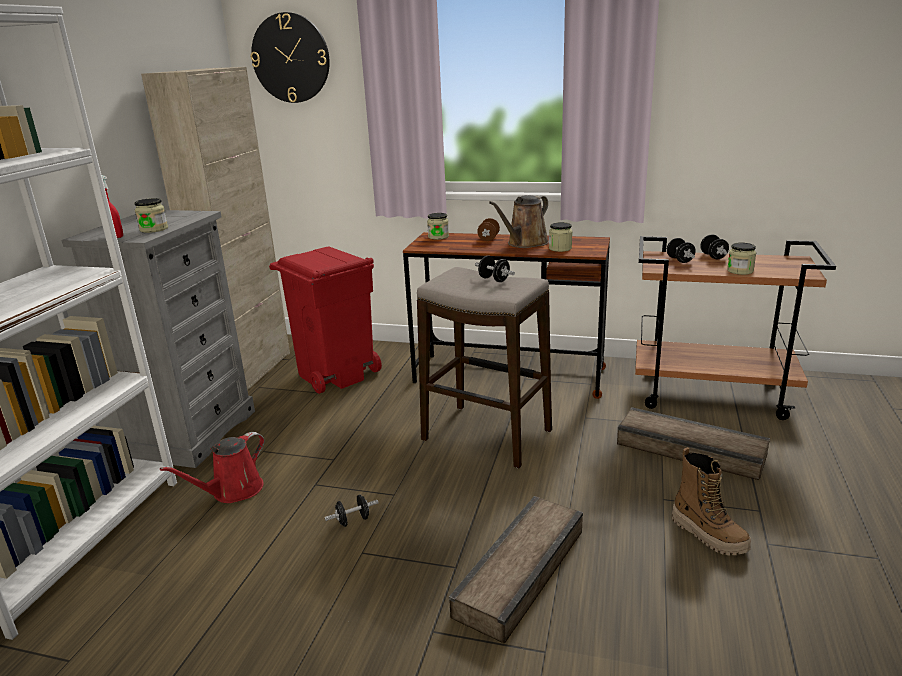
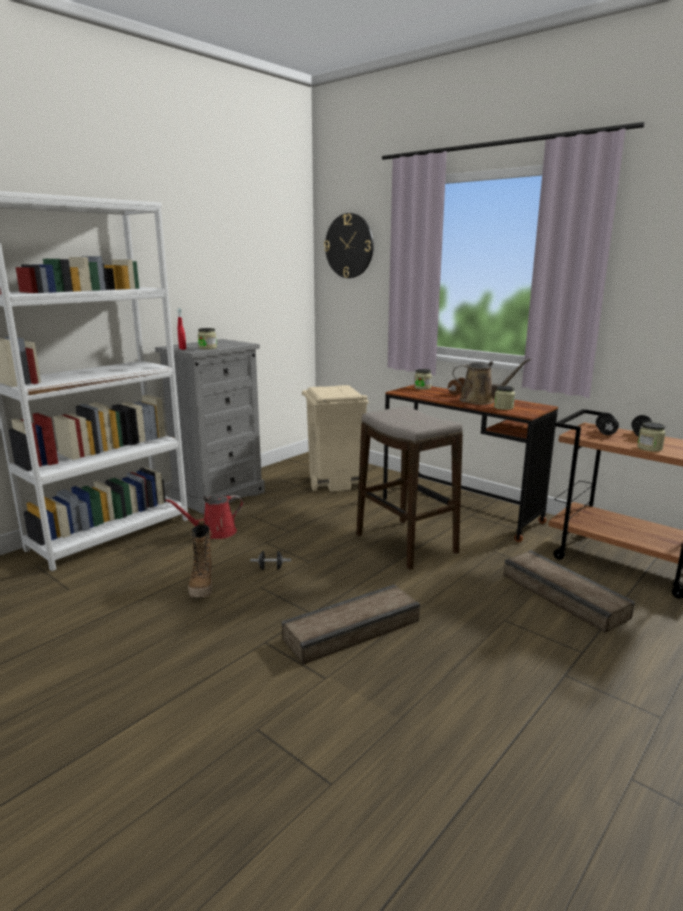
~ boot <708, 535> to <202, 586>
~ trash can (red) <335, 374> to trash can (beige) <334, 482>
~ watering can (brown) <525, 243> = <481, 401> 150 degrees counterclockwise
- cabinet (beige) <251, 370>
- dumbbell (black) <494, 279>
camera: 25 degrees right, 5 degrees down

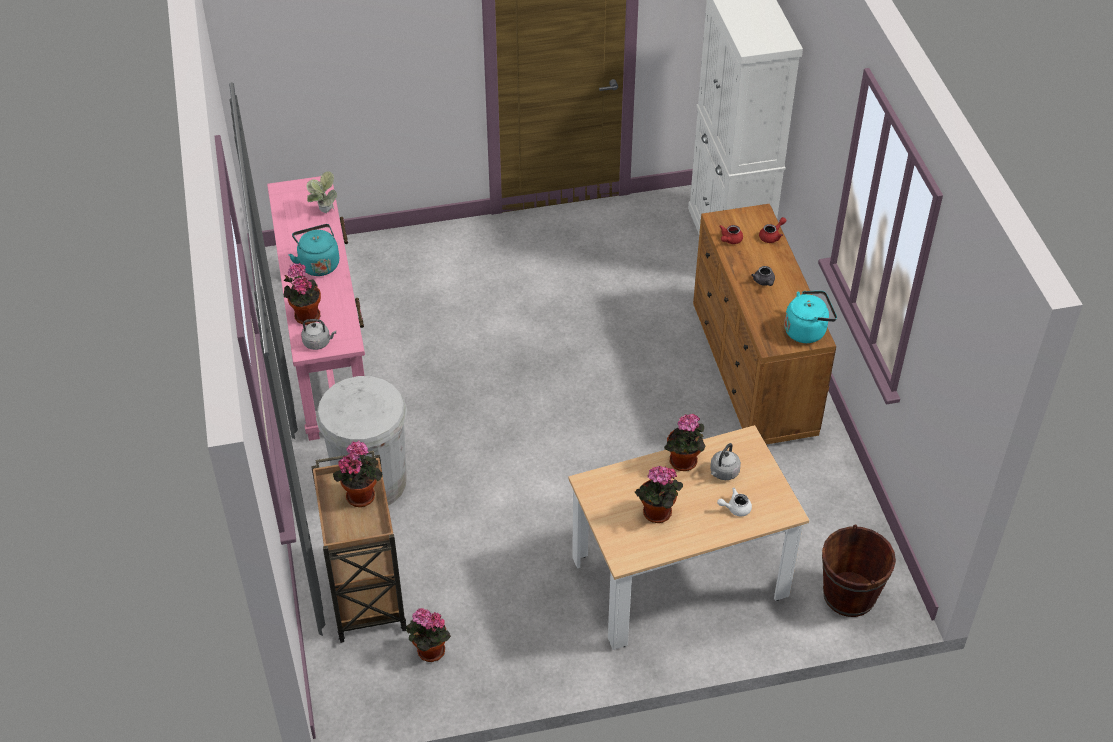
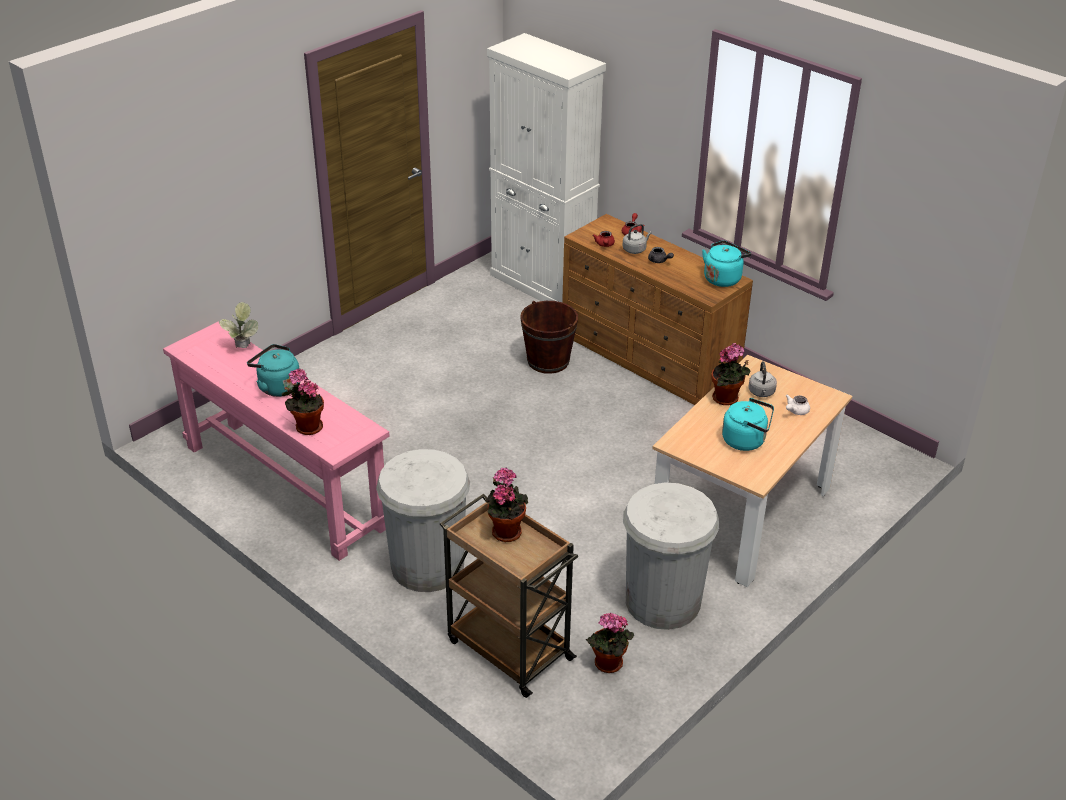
~ bucket (brown) <849, 595> to <548, 361>
~ kettle (grey) <318, 342> to <635, 249>
+ trash can (white) <663, 601>
~ potted plant <656, 515> to kettle (turquoise) <746, 440>
camera: 35 degrees left, 10 degrees down

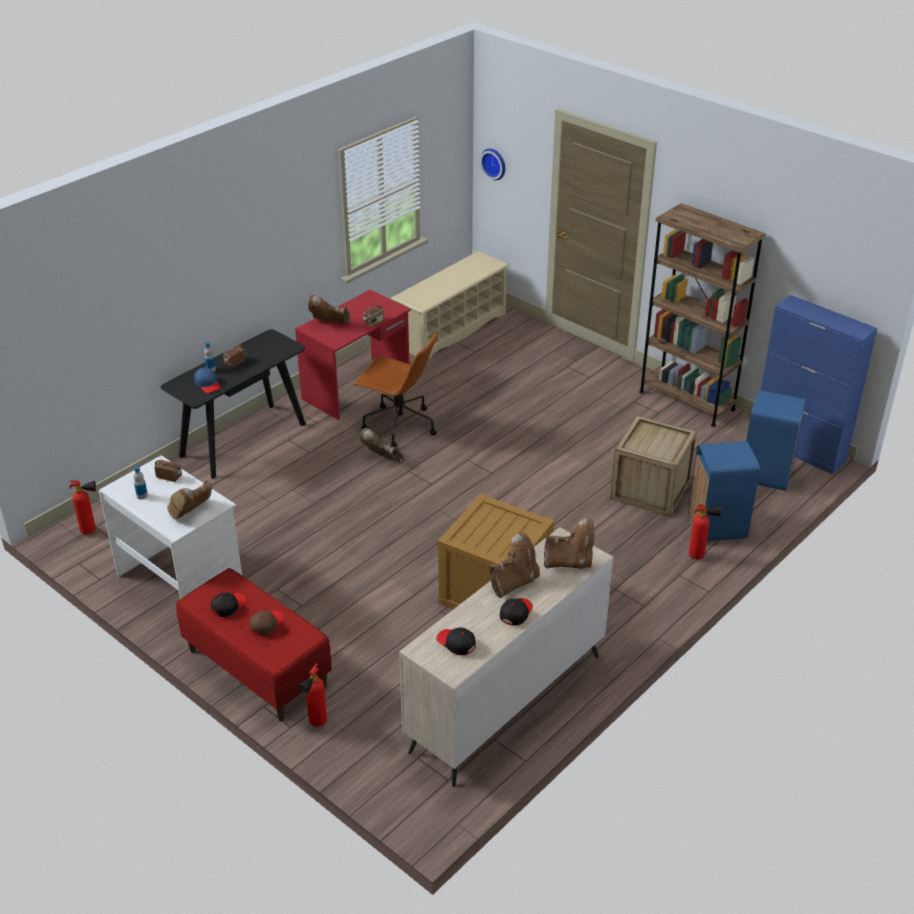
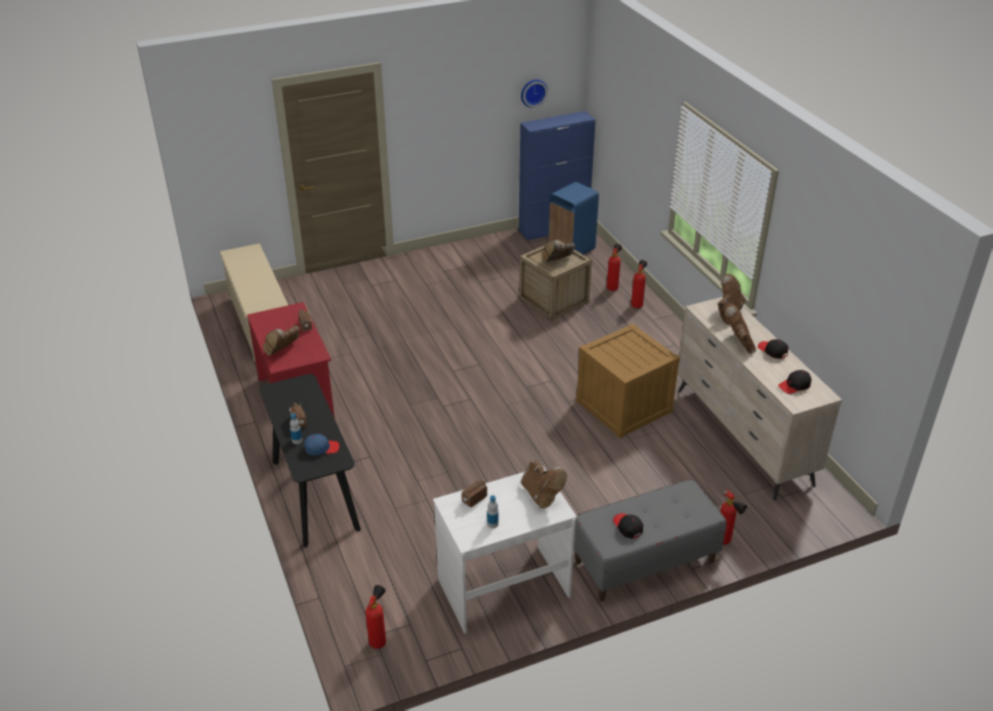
~ wall clock <494, 163> to <533, 92>
~ boot (brown) <382, 458> to <557, 262>
~ bench (red) <256, 668> to bench (grey) <644, 562>
~ trash can (blue) <717, 527> to fire extinguisher <612, 287>
- cap (brown) <266, 624>
- office chair (brown) <398, 426>
- bookcase (brown) <686, 401>
camera: 65 degrees left, 0 degrees up

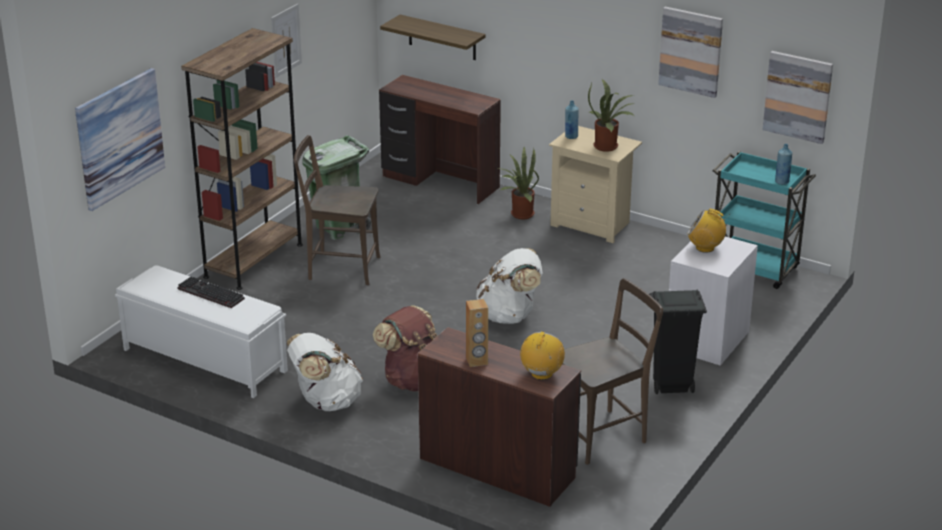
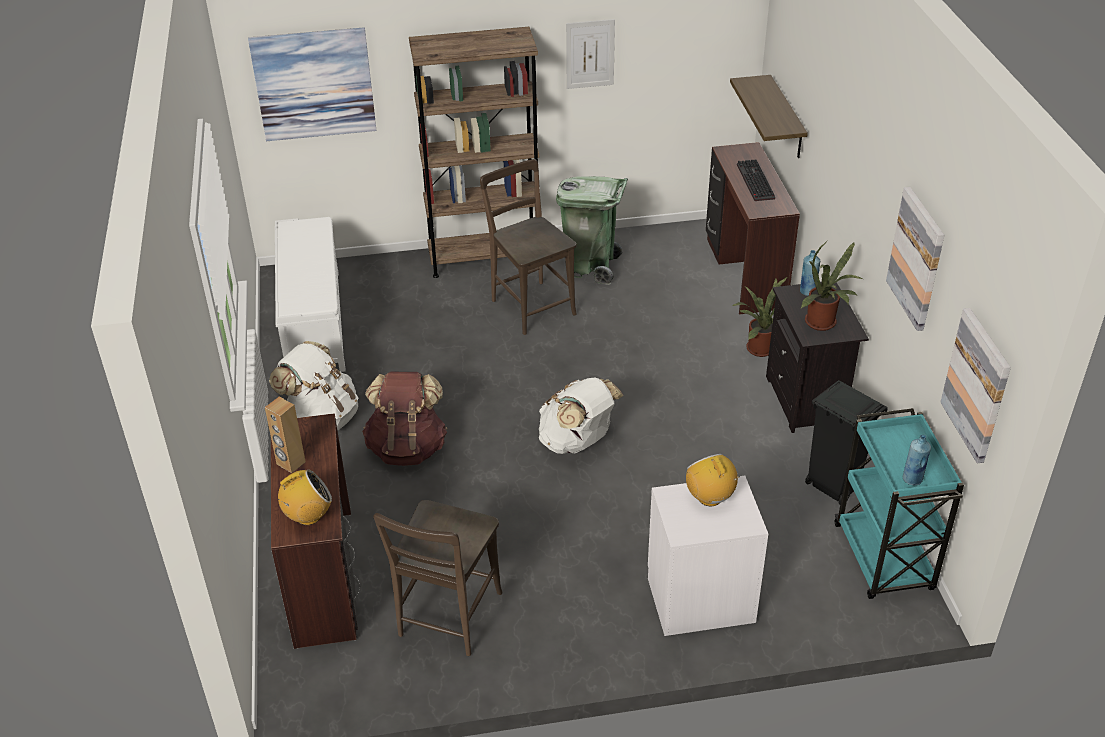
~ chair (brown) <603, 435> = <447, 618> 90 degrees clockwise
~ keyboard <209, 294> to <753, 181>
~ nightstand (beige) <593, 224> to nightstand (black) <807, 401>
~ trash can (black) <671, 386> to <832, 486>
camera: 50 degrees right, 10 degrees up

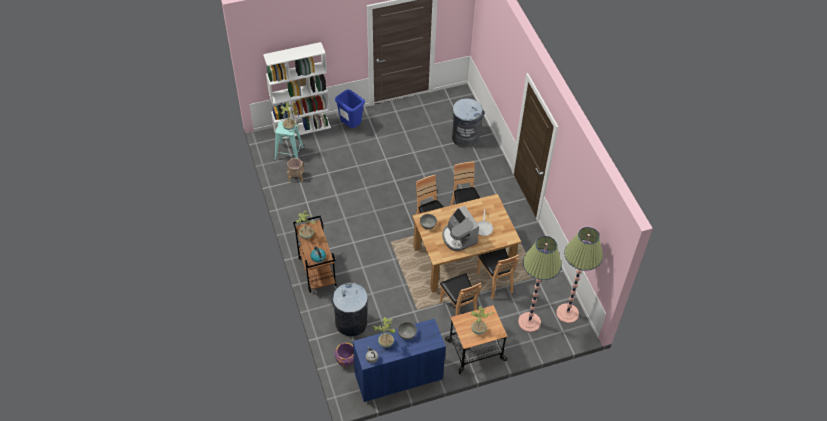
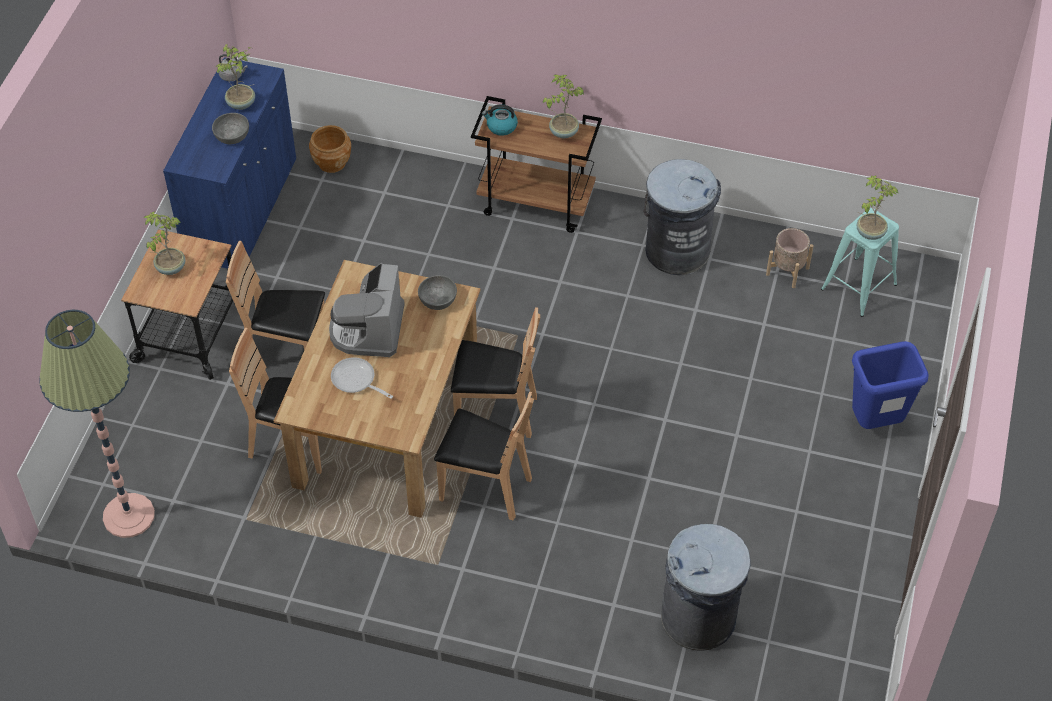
~ planter (purple) <346, 360> to planter (brown) <331, 162>
~ coffee machine <459, 237> = <368, 329> 90 degrees counterclockwise
~ trash can (grey) <351, 323> to <677, 250>
- bookcase (white) <302, 128>
- floor lamp <529, 322>
camera: 125 degrees right, 0 degrees up

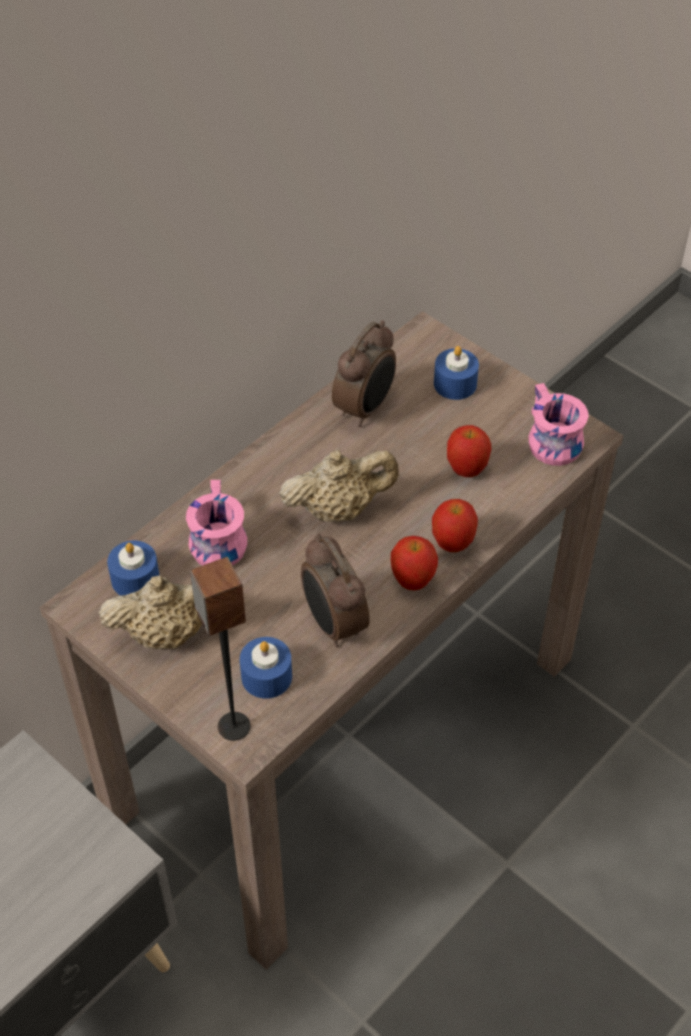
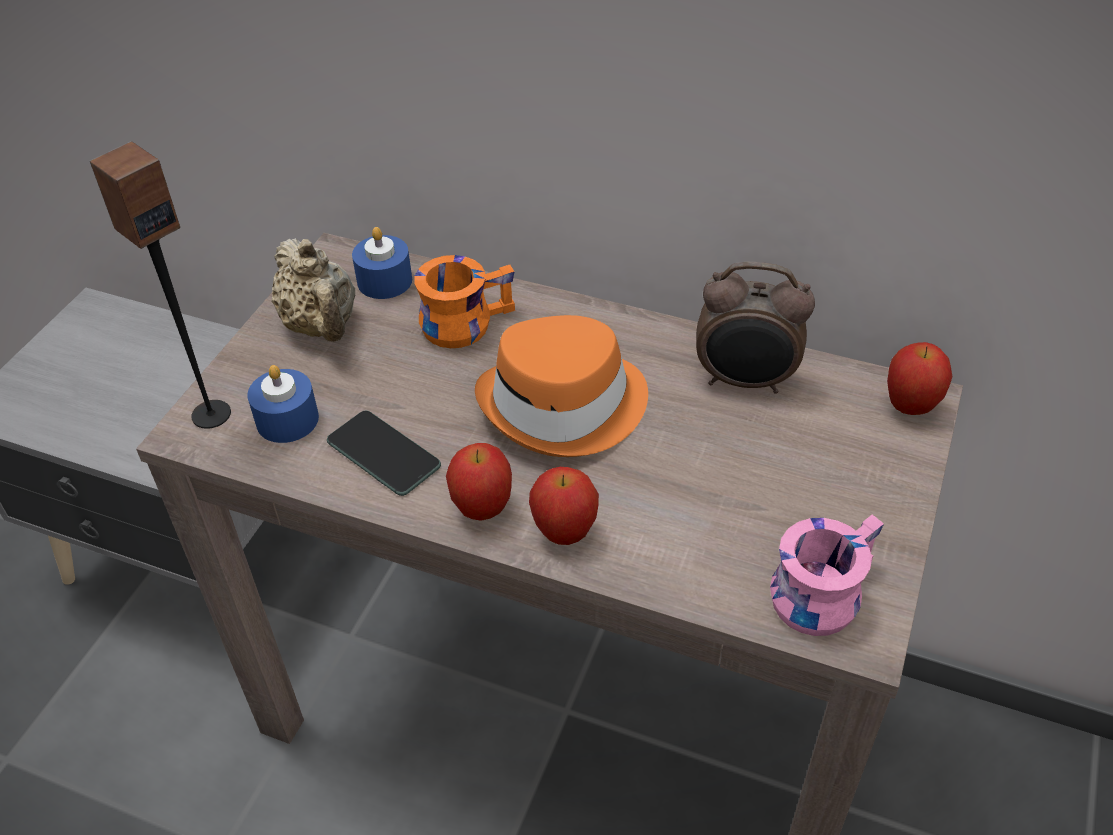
~ alarm clock <333, 624> to phone <383, 454>
~ mug (pink) <214, 540> to mug (orange) <464, 320>
~ teapot (beige) <339, 509> to hat (orange) <565, 406>
~ apple <466, 470> to <910, 407>
- candle (blue) <455, 384>
camera: 70 degrees right, 5 degrees down

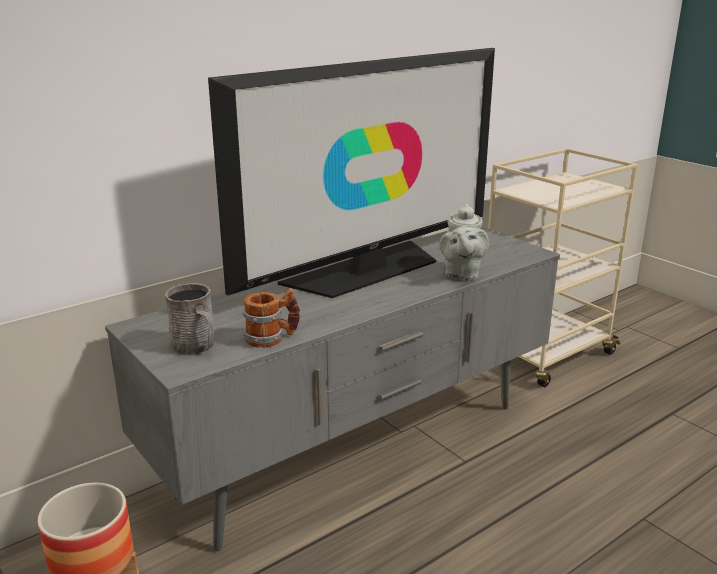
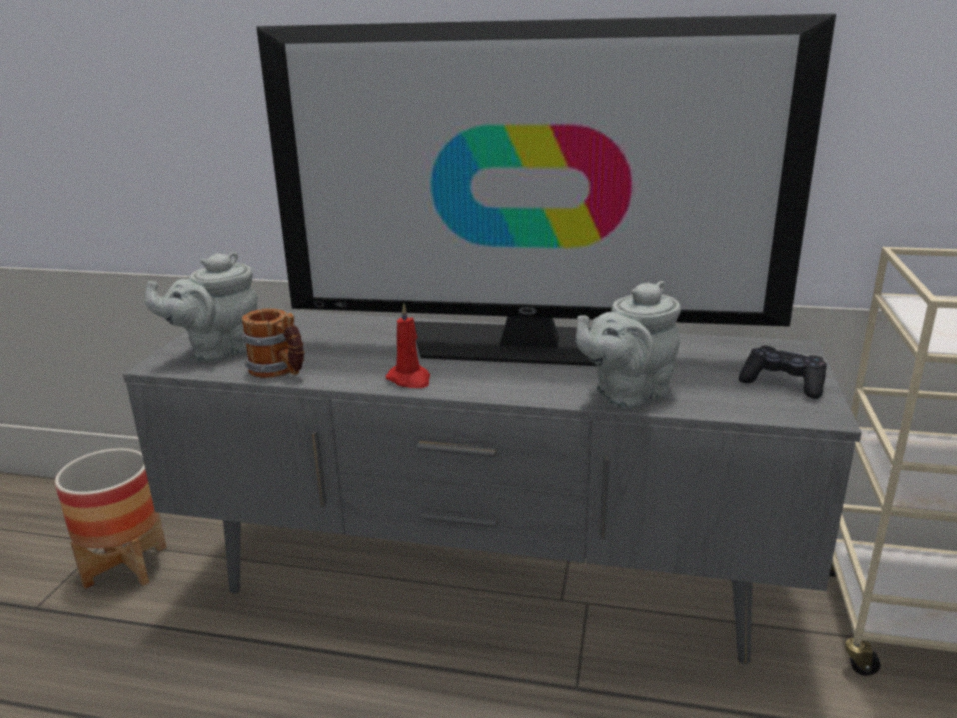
~ mug (grey) <197, 347> to teapot (grey) <218, 351>
+ candle (red) <410, 380>
+ game controller (black) <783, 383>
camera: 50 degrees right, 0 degrees up

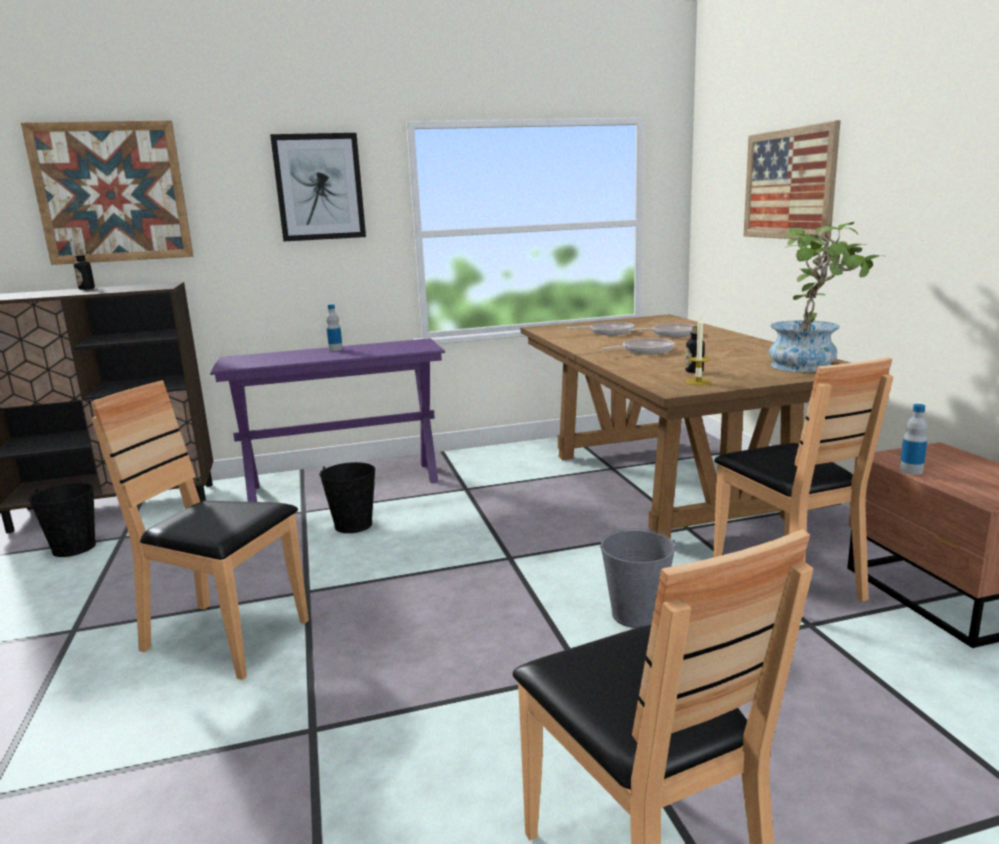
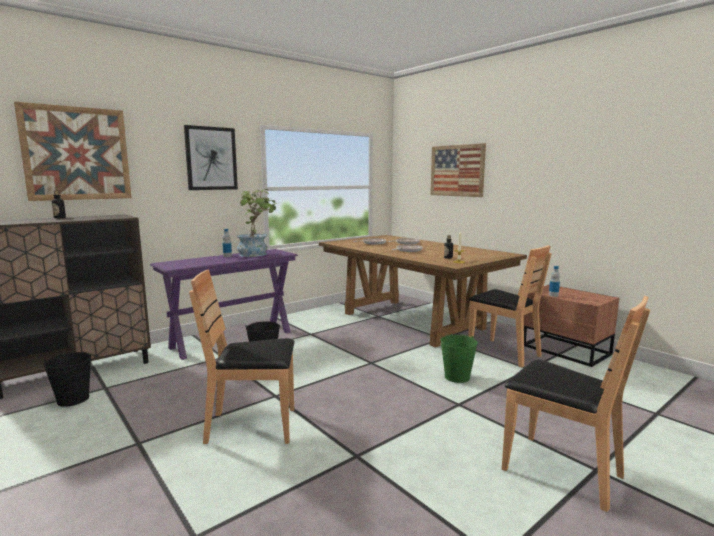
~ potted plant <812, 366> to <257, 254>
~ bucket (grey) <637, 614> to bucket (green) <457, 377>
camera: 25 degrees left, 5 degrees down

